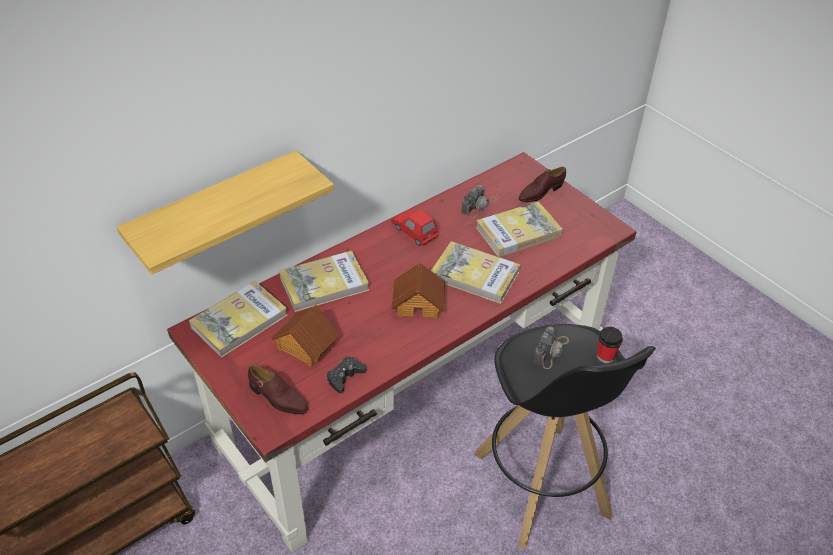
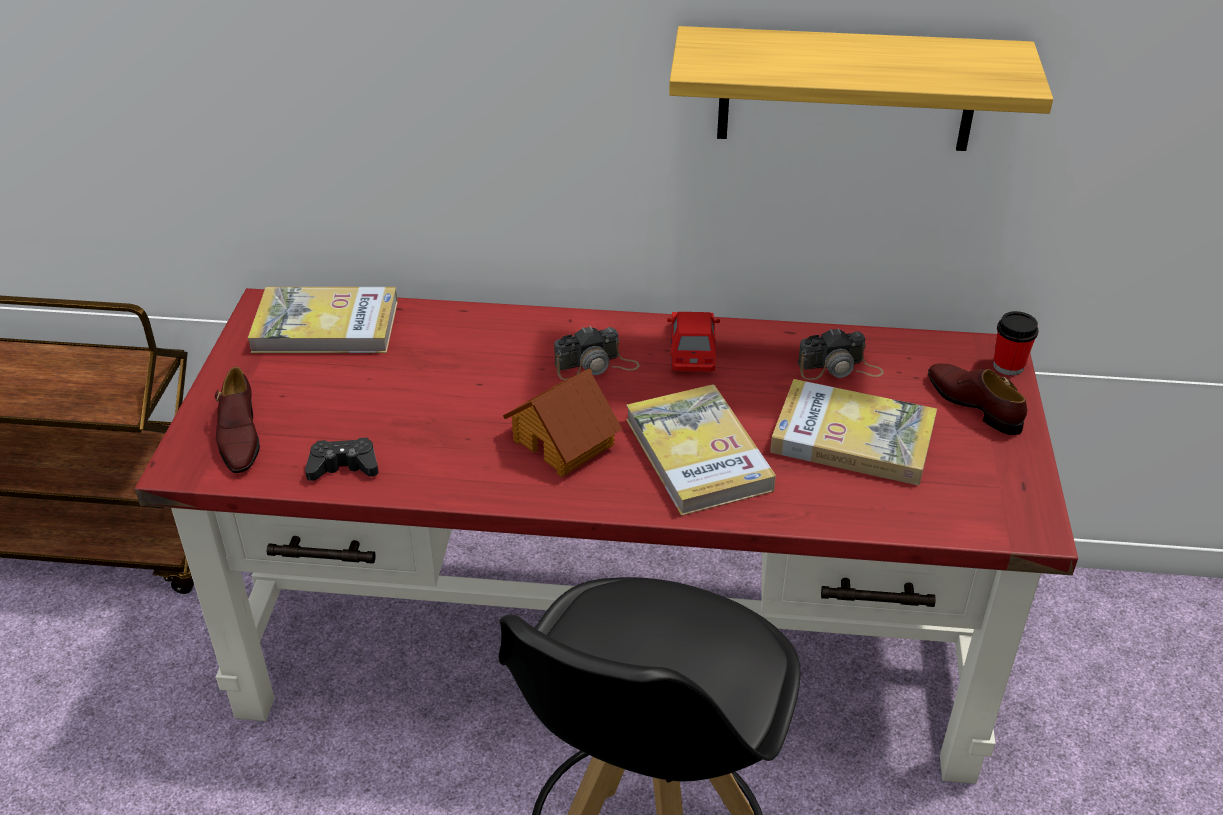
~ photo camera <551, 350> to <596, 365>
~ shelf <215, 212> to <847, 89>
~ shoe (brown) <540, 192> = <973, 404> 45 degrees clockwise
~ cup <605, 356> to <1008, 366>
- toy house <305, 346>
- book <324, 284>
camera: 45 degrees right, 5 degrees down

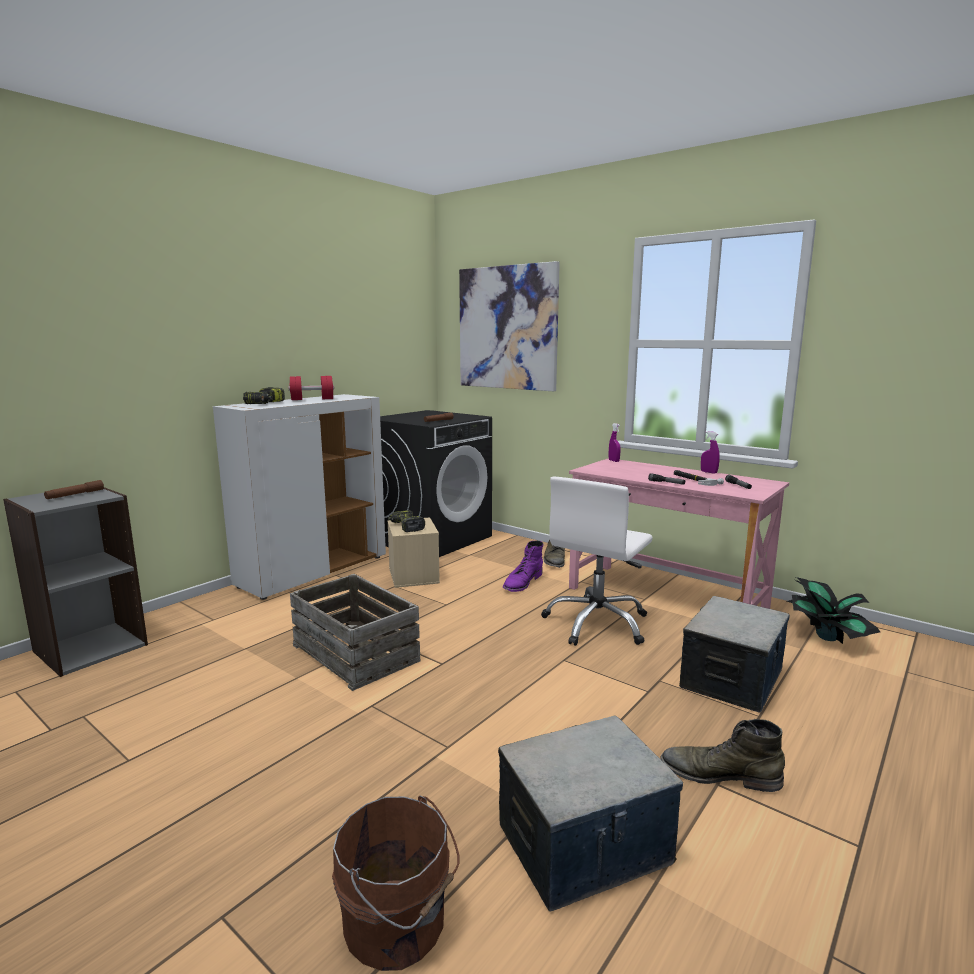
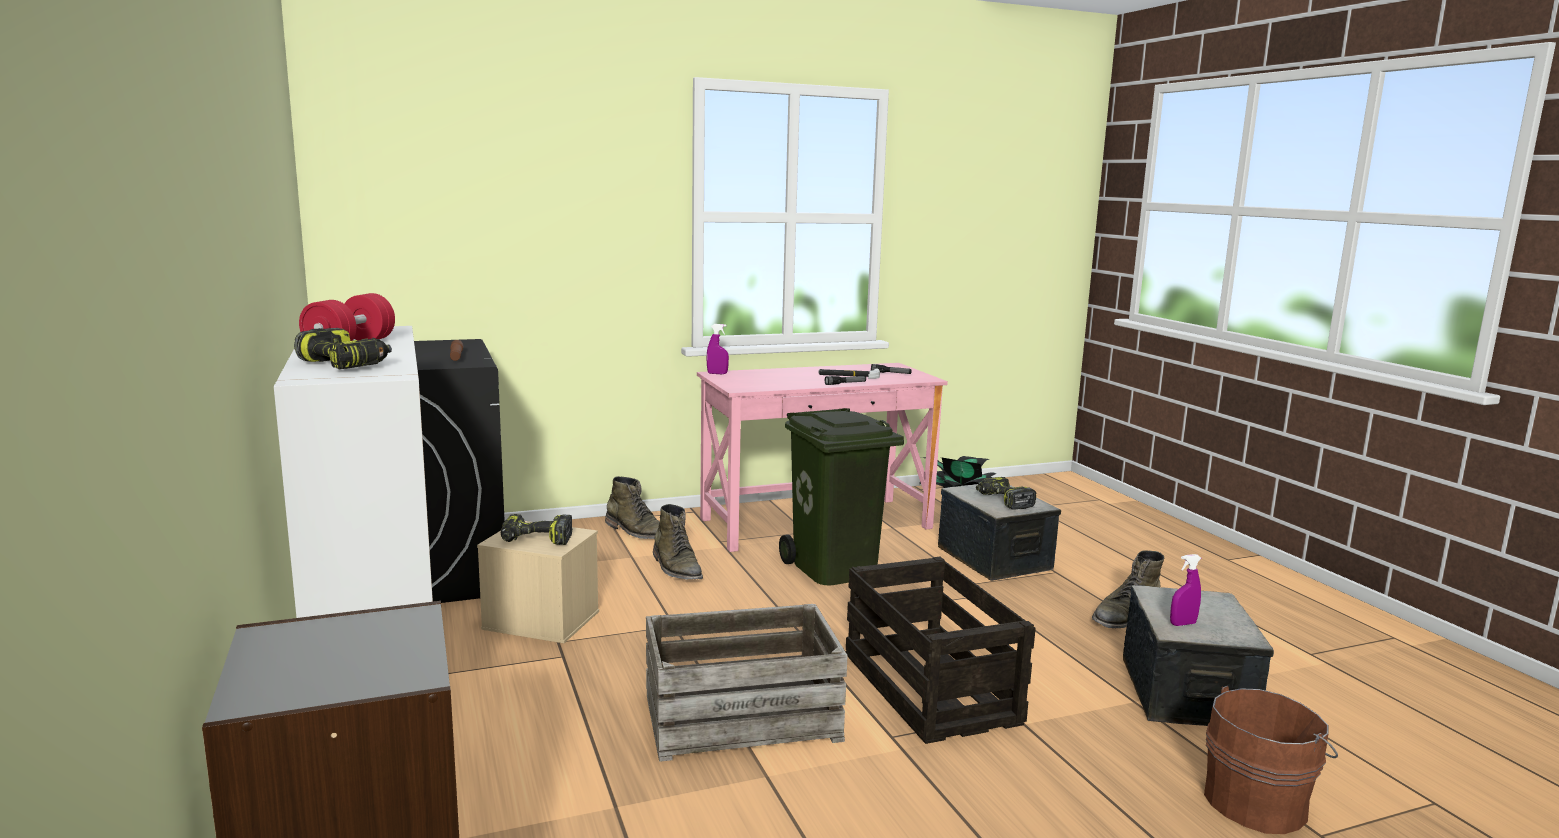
~ boot (purple) <522, 582> to boot (green) <676, 568>
~ office chair (white) <597, 623> to trash can (green) <833, 568>
+ crate <928, 687>
+ power drill <1003, 501>
~ spray bottle (purple) <708, 472> to <1182, 624>
- flashlight (brown) <75, 494>
- picture <507, 328>
camera: 60 degrees left, 0 degrees up

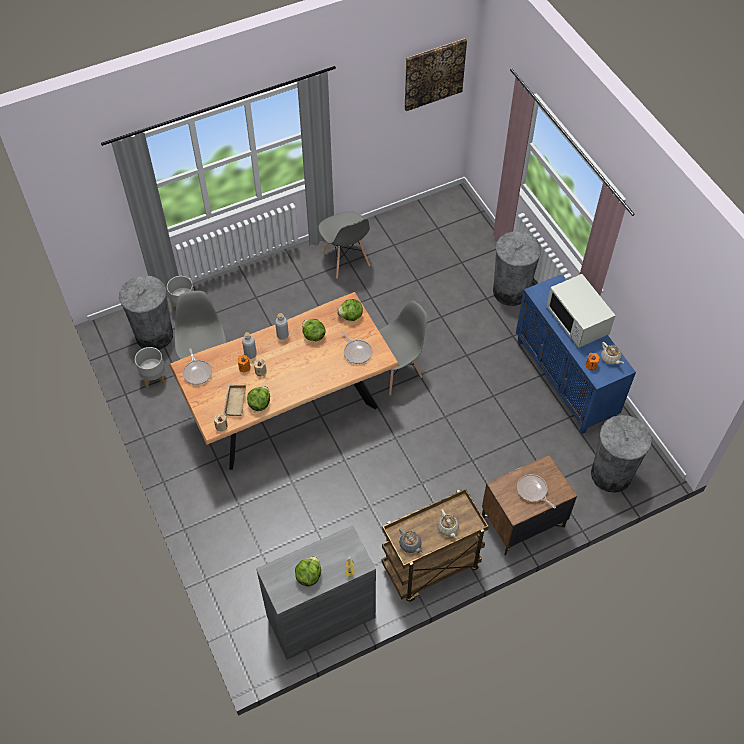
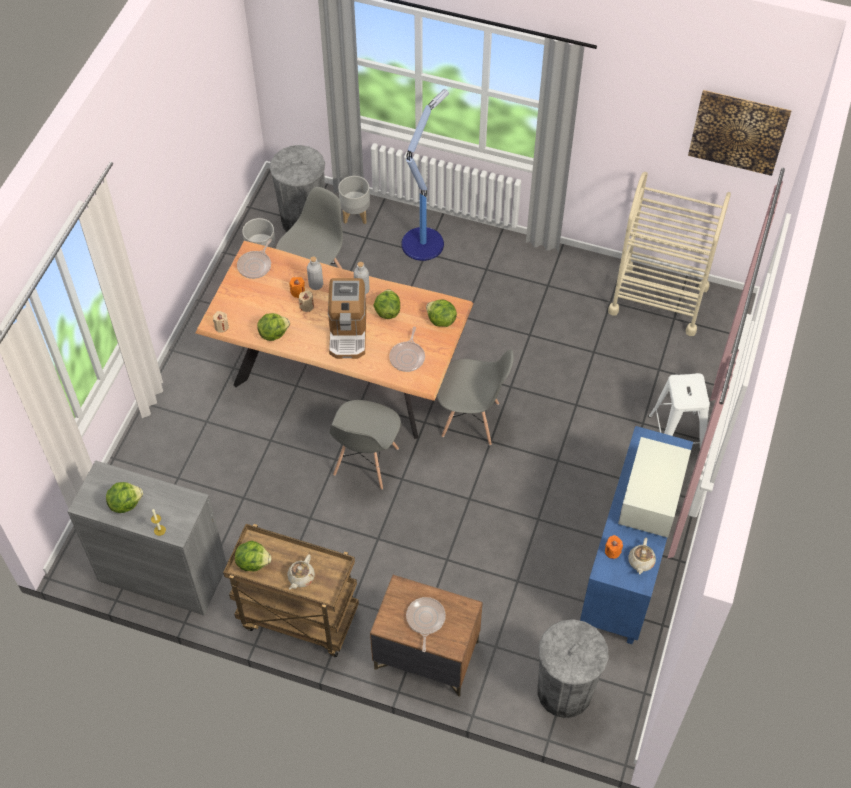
~ teapot (grey) <410, 545> to lettuce <253, 562>
+ coffee machine <348, 332>
~ chair (grey) <345, 260> to <365, 462>
+ floor lamp <423, 242>
+ cart (beige) <658, 299>
~ trash can (grey) <511, 291> to stool (white) <676, 436>
- tray (beige) <234, 401>
camera: 45 degrees right, 0 degrees up

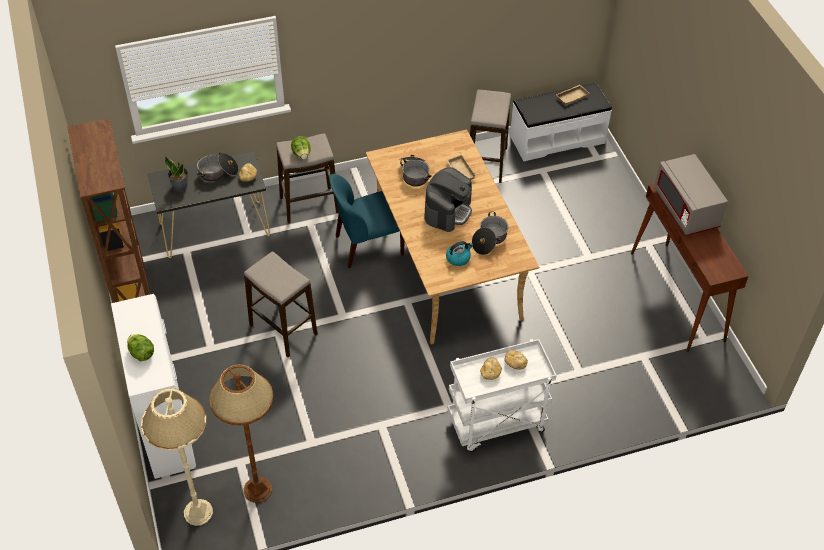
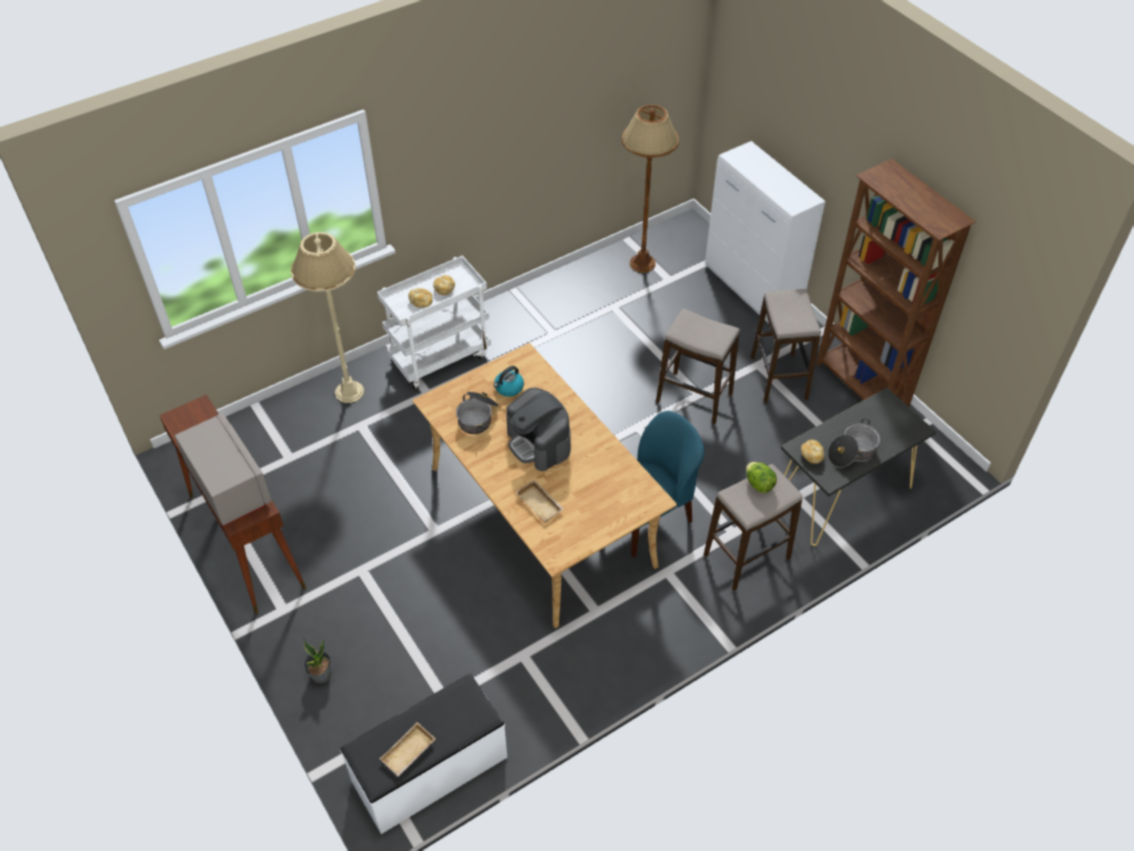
~ floor lamp (beige) <198, 512> to <349, 392>
~ potted plant <180, 186> to <321, 675>
~ coffee machine <447, 211> = <539, 443> 45 degrees counterclockwise
~ stool <486, 163> to <778, 378>
- lettuce <141, 353>
- cooking pot <414, 174>
camera: 165 degrees right, 0 degrees up

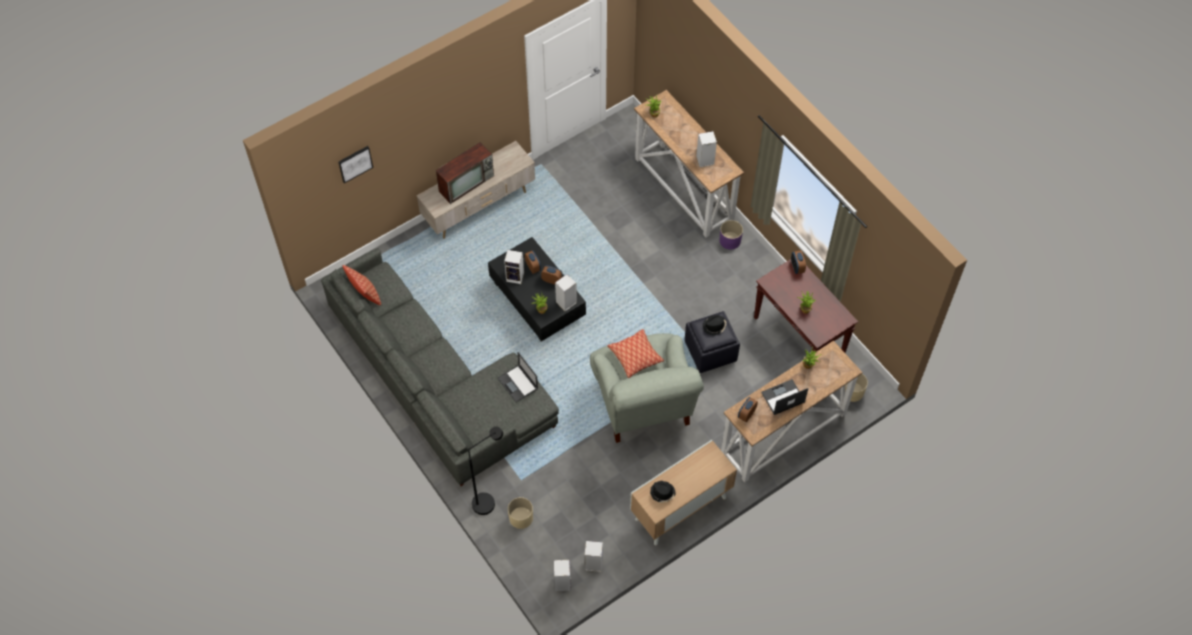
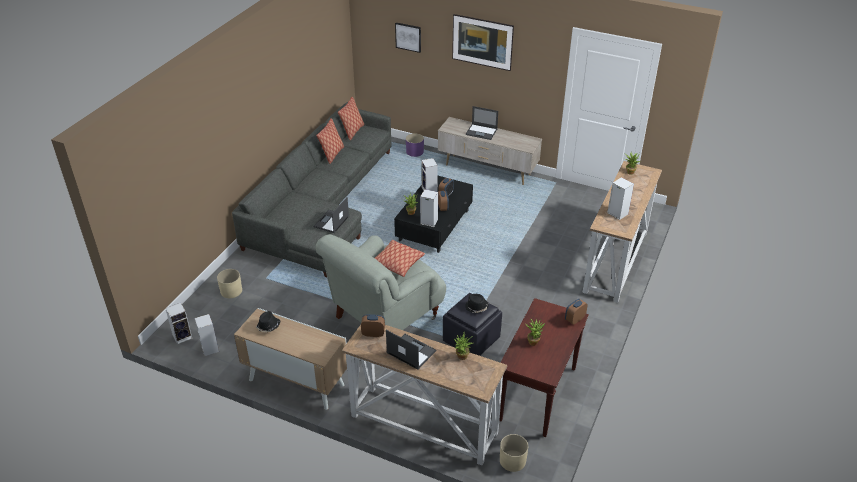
+ pillow <332, 154>
~ planter (purple) <730, 240> to <415, 152>
+ picture <482, 53>
~ television <467, 183> to laptop <482, 132>
- floor lamp (black) <488, 500>
camera: 60 degrees right, 20 degrees down

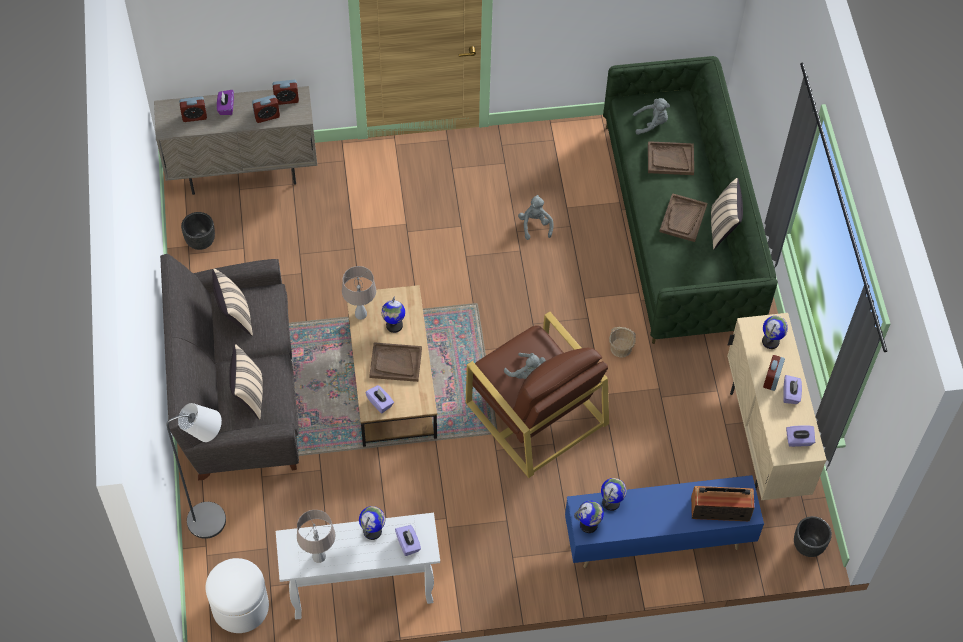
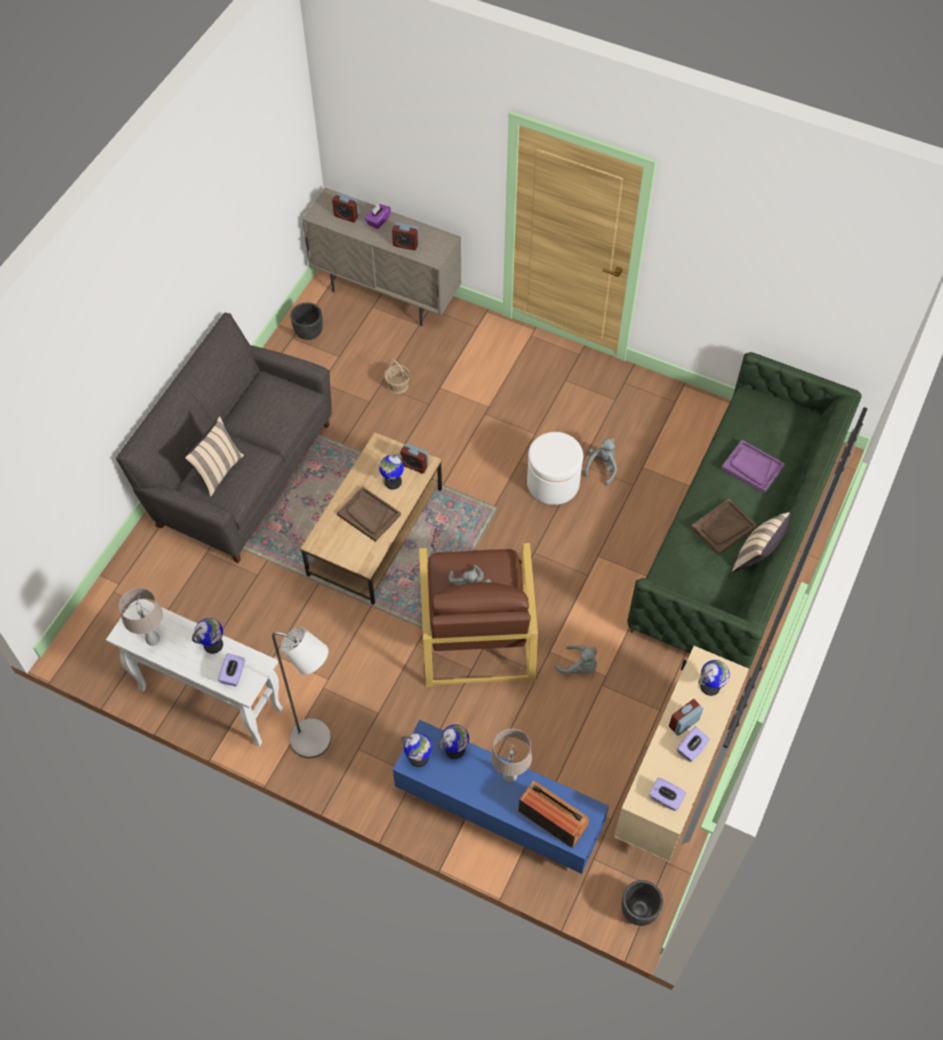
~ floor lamp (grey) <214, 519> to <318, 742>
~ basket <621, 348> to <398, 385>
~ alarm clock <286, 99> to <414, 465>
~ table lamp (beige) <360, 314> to <510, 775>
~ ottoman (white) <240, 607> to <553, 483>
~ plush toy (grey) <651, 123> to <579, 666>
~ tray (brown) <670, 159> to tray (purple) <752, 467>
- pillow (beige) <234, 316>
- tissue box (purple) <380, 403>
camera: 35 degrees right, 0 degrees up

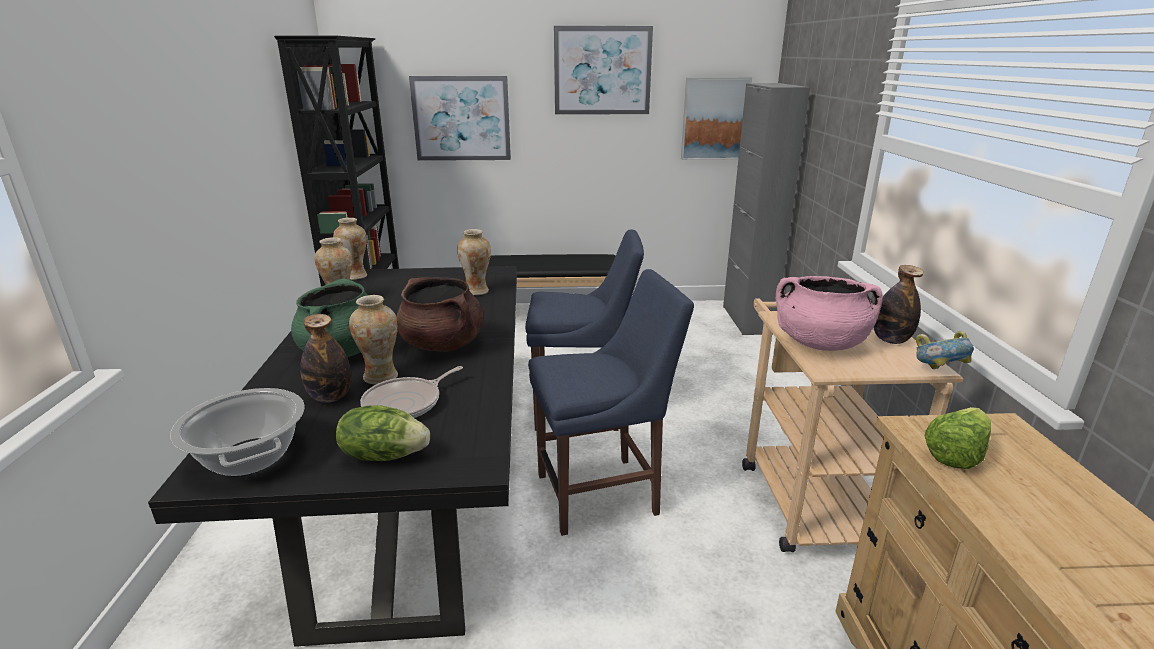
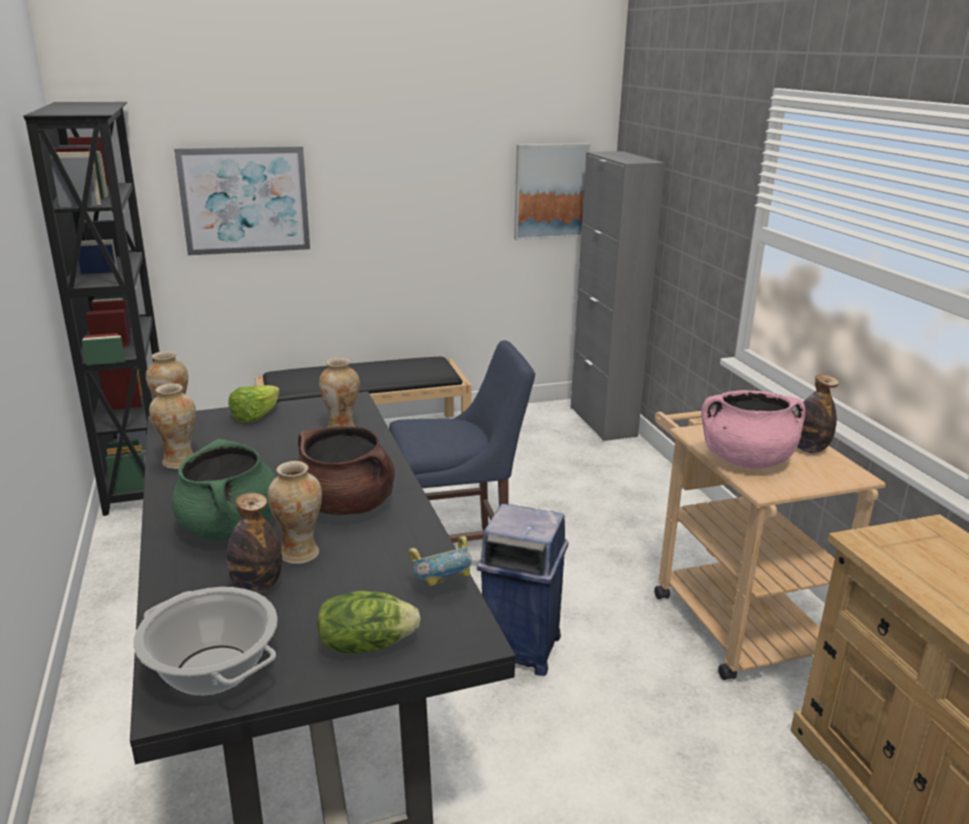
~ lettuce <955, 454> to <256, 417>
~ bowl <938, 371> to <442, 586>
~ chair (blue) <603, 493> to trash can (blue) <520, 648>
- frying pan <406, 403>
- picture <602, 71>
camera: 15 degrees left, 0 degrees up

